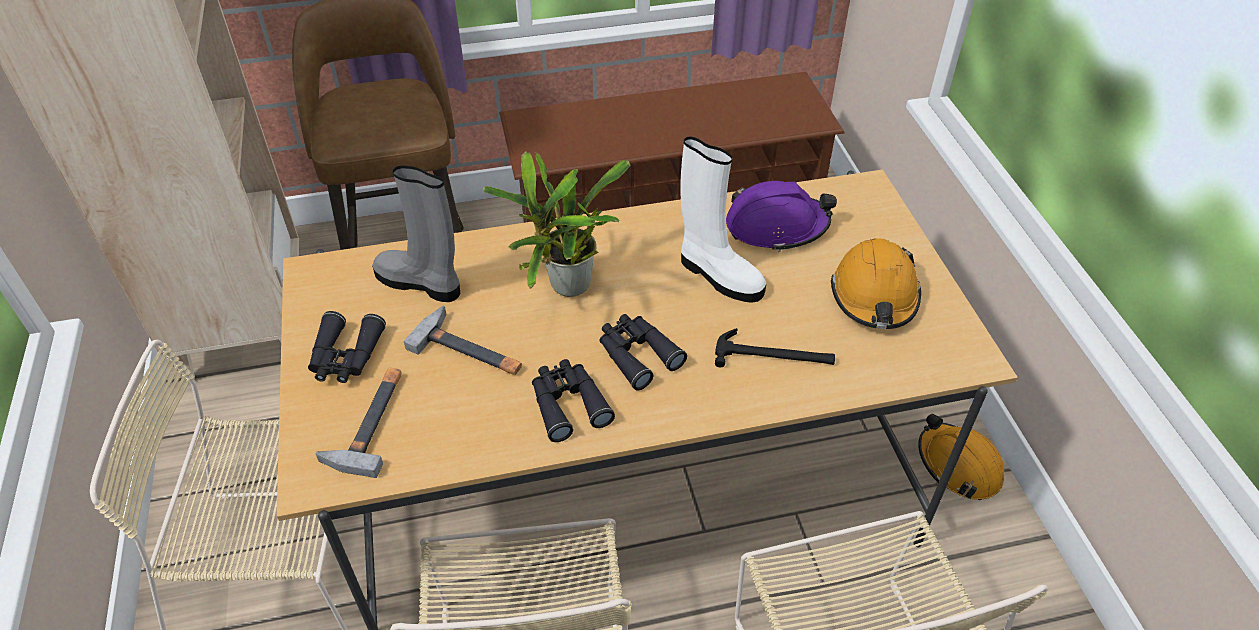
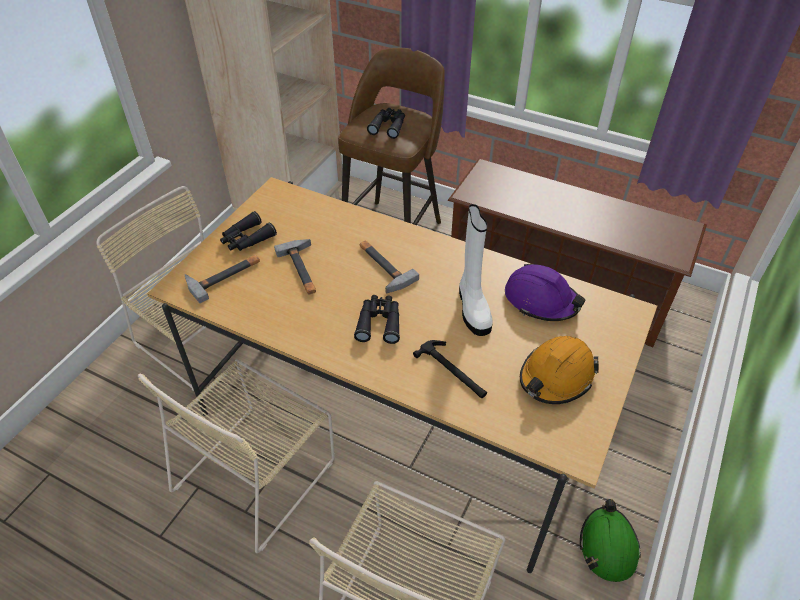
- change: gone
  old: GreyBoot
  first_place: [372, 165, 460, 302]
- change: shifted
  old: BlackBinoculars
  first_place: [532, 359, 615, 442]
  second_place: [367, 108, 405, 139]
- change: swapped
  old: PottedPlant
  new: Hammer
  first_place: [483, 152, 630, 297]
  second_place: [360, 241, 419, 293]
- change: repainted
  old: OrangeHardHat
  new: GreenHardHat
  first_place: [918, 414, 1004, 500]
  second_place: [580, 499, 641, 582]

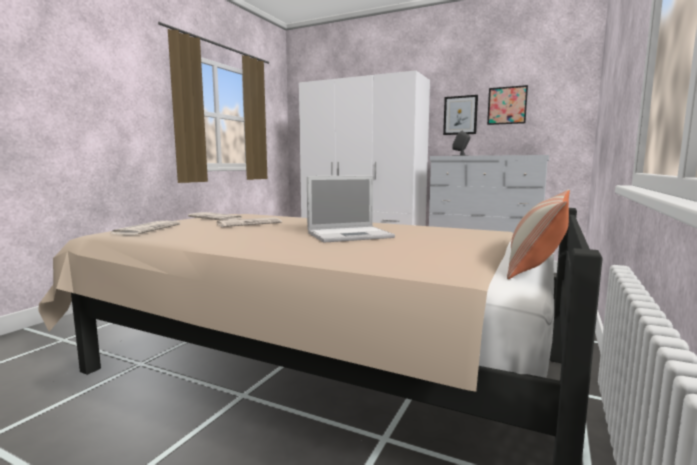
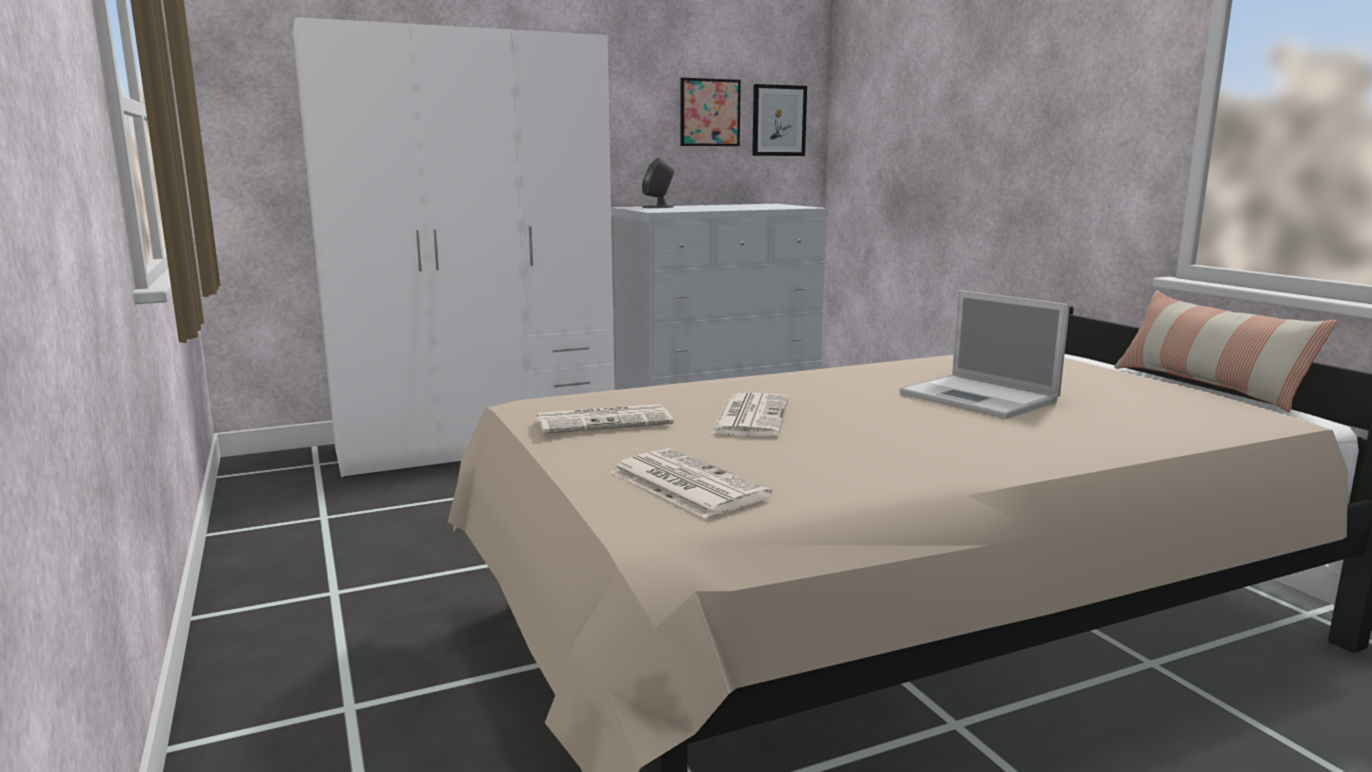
- change: shifted
  old: Picture
  first_place: [443, 95, 478, 135]
  second_place: [752, 84, 807, 156]
- change: rotated
  old: Laptop
  first_place: [307, 175, 395, 243]
  second_place: [900, 290, 1070, 419]
  degrees: 120

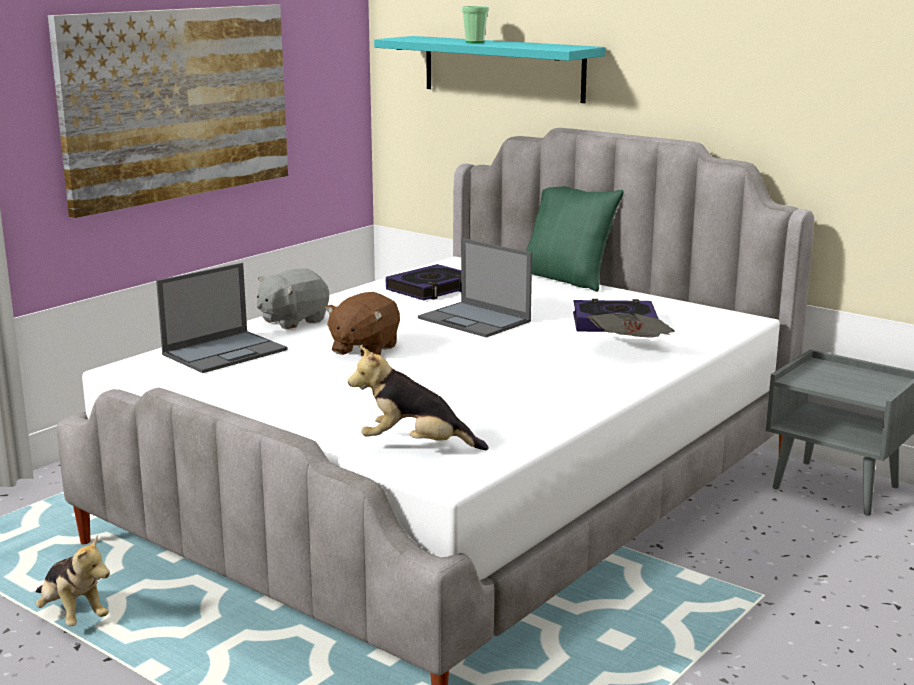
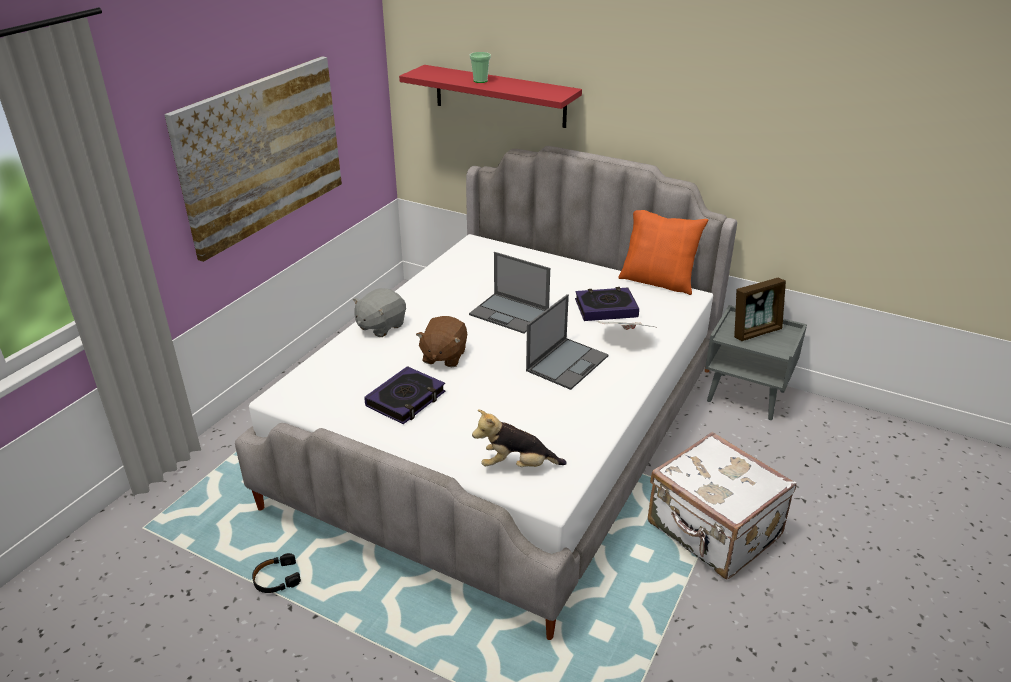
- change: gone
  old: GreenPillow
  first_place: [526, 186, 624, 291]
- change: new
  new: OrangePillow
  second_place: [618, 210, 708, 295]
- change: new
  new: WhiteSuitcase
  second_place: [648, 432, 796, 580]
- change: new
  new: PictureFrame
  second_place: [734, 278, 786, 341]
- change: shifted
  old: Laptop
  first_place: [156, 263, 287, 373]
  second_place: [526, 294, 609, 390]
- change: shifted
  old: Book
  first_place: [386, 264, 461, 300]
  second_place: [365, 366, 445, 424]
- change: swapped
  old: PlushToy
  new: BlackHeadphones
  first_place: [35, 535, 110, 626]
  second_place: [252, 553, 301, 593]
- change: repainted
  old: TurquoiseShelf
  new: RedShelf
  first_place: [374, 36, 605, 103]
  second_place: [399, 65, 582, 128]

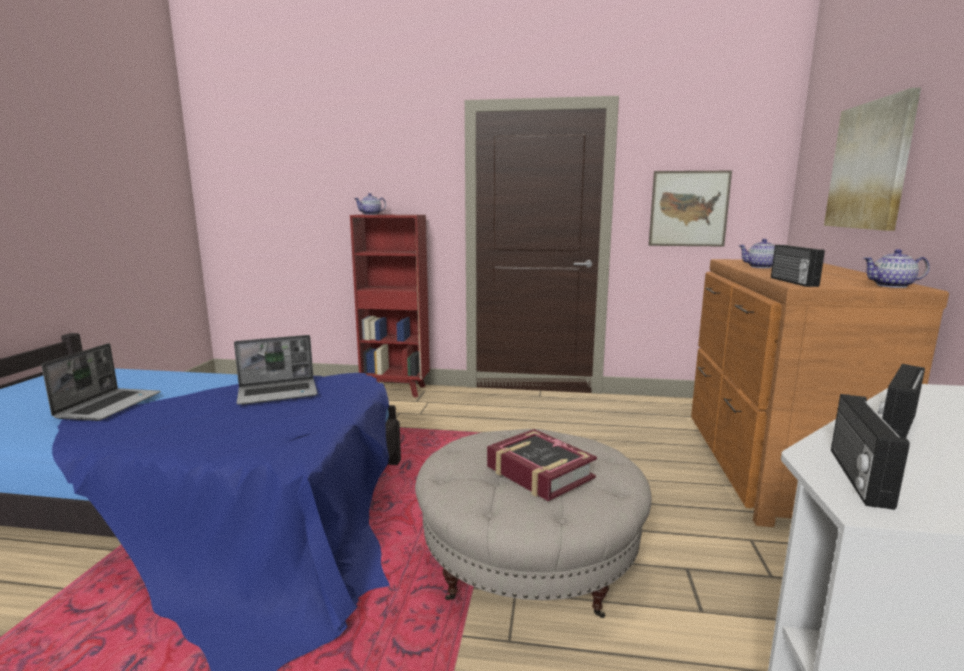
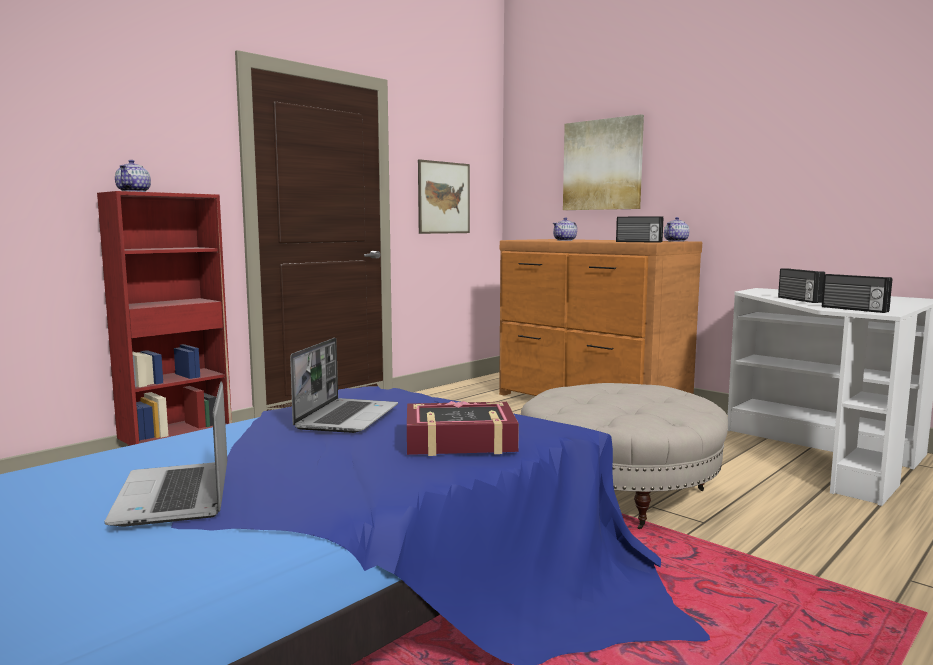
- change: shifted
  old: Book
  first_place: [487, 429, 597, 501]
  second_place: [407, 401, 519, 456]
- change: rotated
  old: Laptop
  first_place: [42, 343, 161, 421]
  second_place: [105, 381, 227, 527]
  degrees: -150

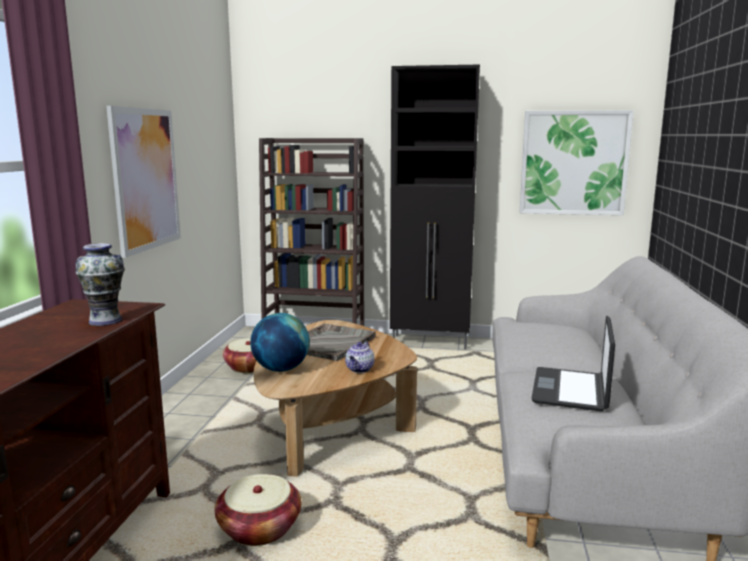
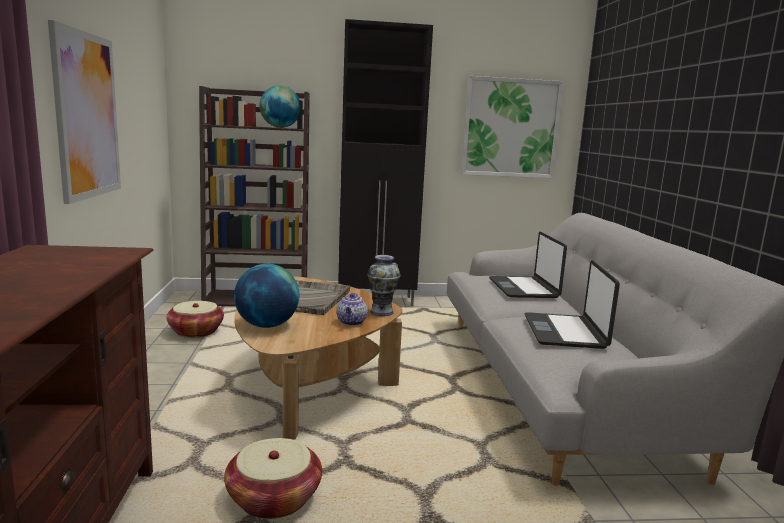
- change: new
  new: Globe
  second_place: [260, 86, 300, 128]
- change: new
  new: Laptop
  second_place: [489, 232, 567, 298]
- change: shifted
  old: Vase
  first_place: [76, 243, 125, 326]
  second_place: [367, 255, 401, 316]

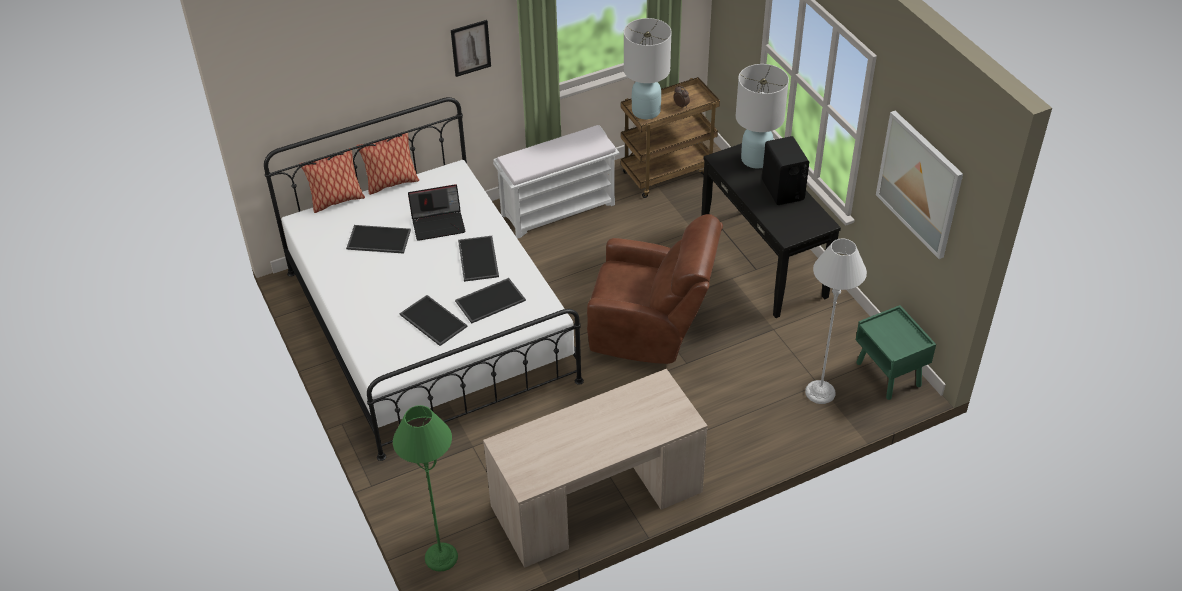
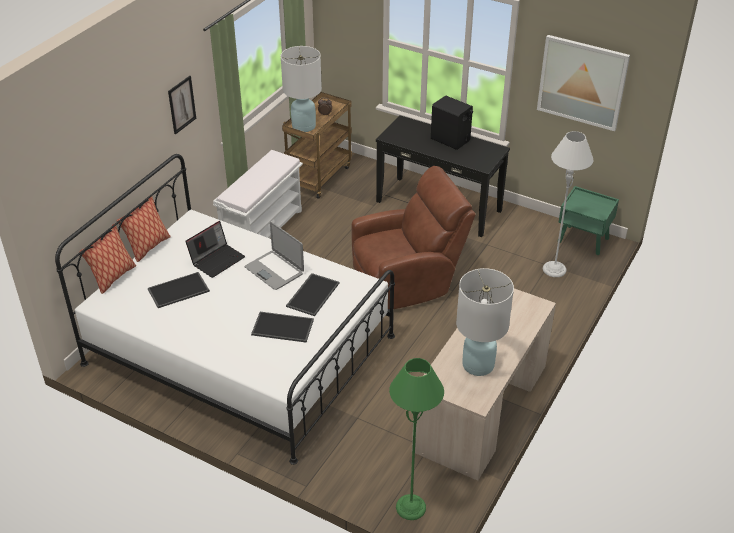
- change: shifted
  old: WhiteTableLamp
  first_place: [735, 64, 789, 168]
  second_place: [456, 268, 514, 376]
- change: swapped
  old: Tray
  new: Laptop
  first_place: [458, 236, 499, 282]
  second_place: [245, 222, 304, 290]

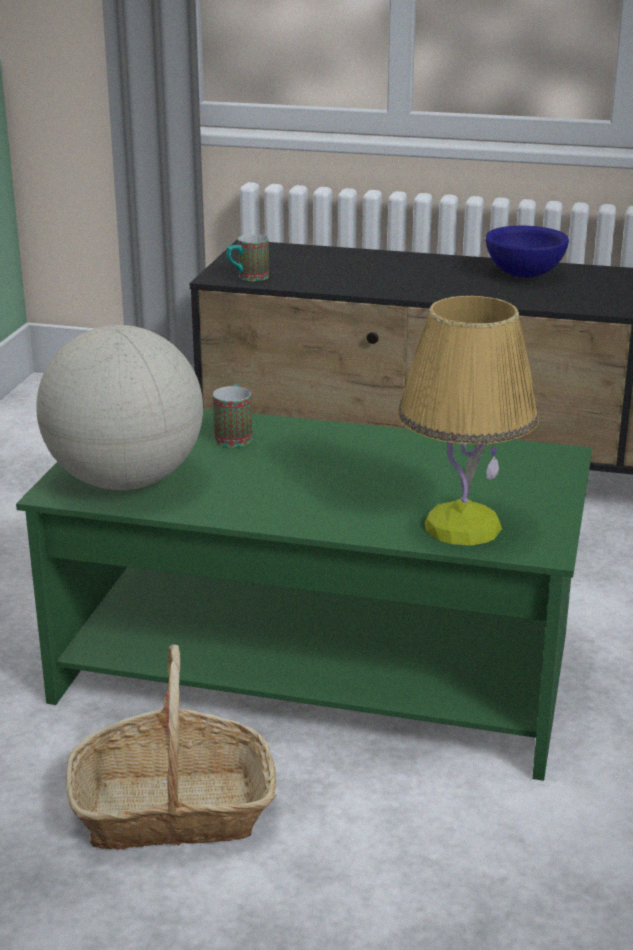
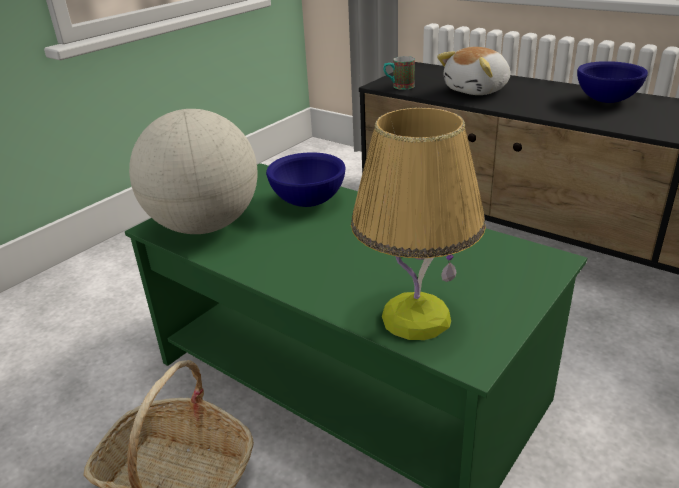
- change: new
  new: PlushToy
  second_place: [437, 47, 510, 95]
- change: swapped
  old: Mug
  new: BlueBowl
  first_place: [213, 385, 252, 447]
  second_place: [266, 152, 346, 207]

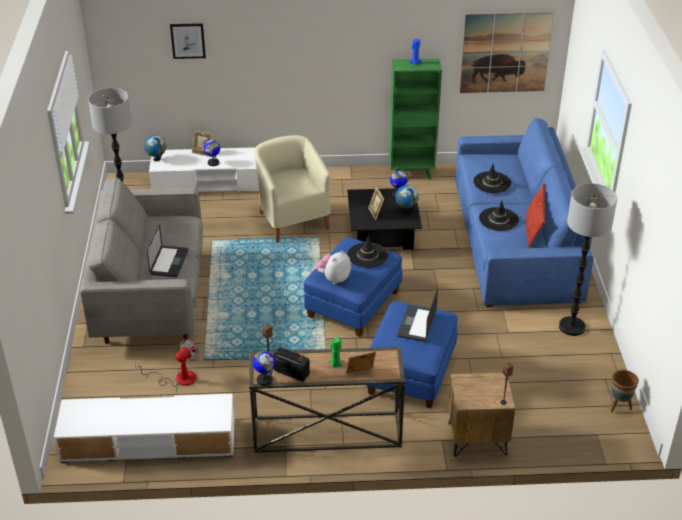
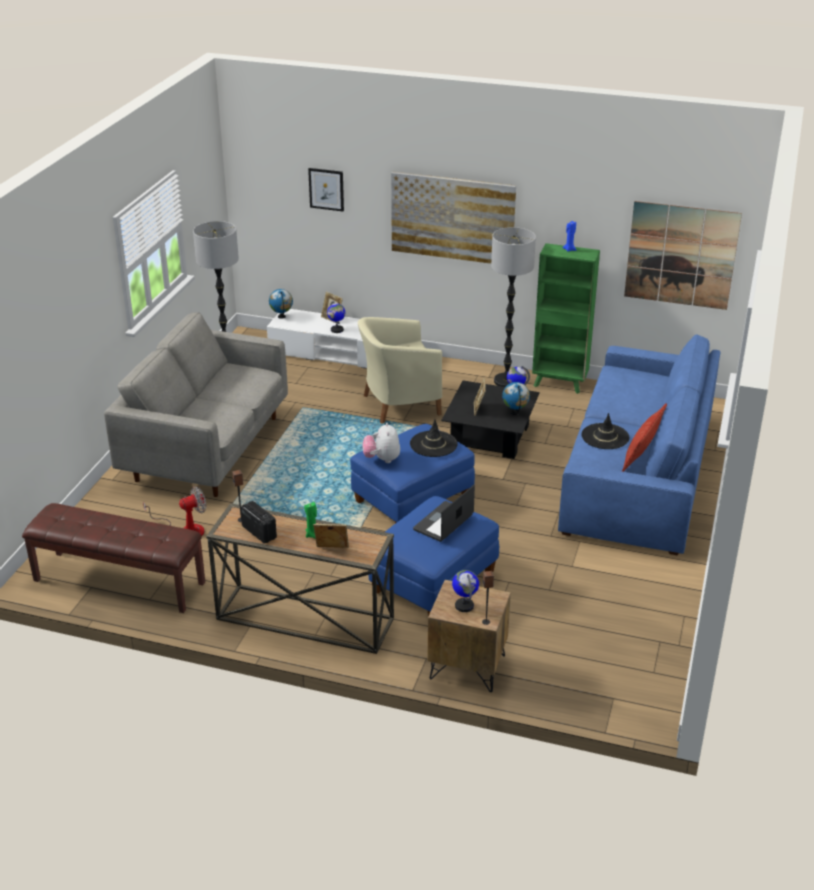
- change: gone
  old: Laptop
  first_place: [147, 224, 188, 277]
- change: gone
  old: BlackHat
  first_place: [473, 164, 511, 193]
- change: gone
  old: BrownPlanter
  first_place: [611, 370, 639, 412]
- change: new
  new: Picture
  second_place: [391, 172, 516, 264]
- change: shifted
  old: Globe
  first_place: [253, 351, 275, 386]
  second_place: [452, 570, 479, 612]
- change: shifted
  old: FloorLamp
  first_place: [559, 183, 617, 336]
  second_place: [491, 227, 536, 387]
- change: swapped
  old: WhiteTvStand
  new: BrownBench
  first_place: [54, 394, 234, 463]
  second_place: [22, 503, 205, 613]
- change: rotated
  old: BeigeArmchair
  first_place: [254, 135, 331, 243]
  second_place: [358, 317, 442, 424]
  degrees: -105
- change: rotated
  old: PlushToy
  first_place: [316, 251, 351, 284]
  second_place: [363, 423, 400, 463]
  degrees: -60

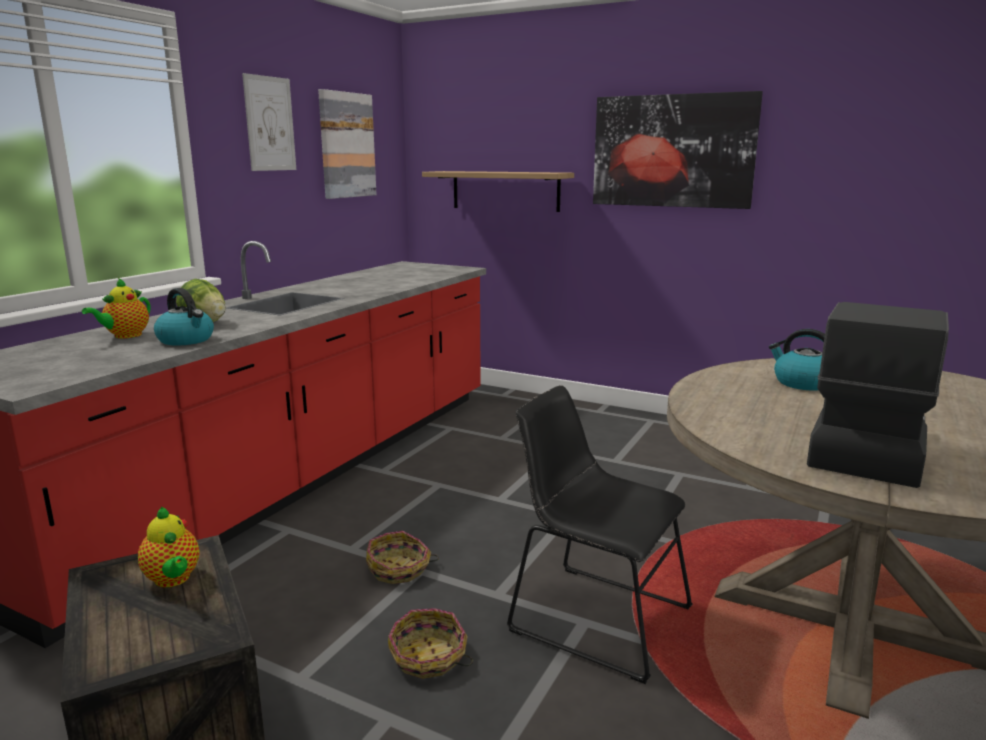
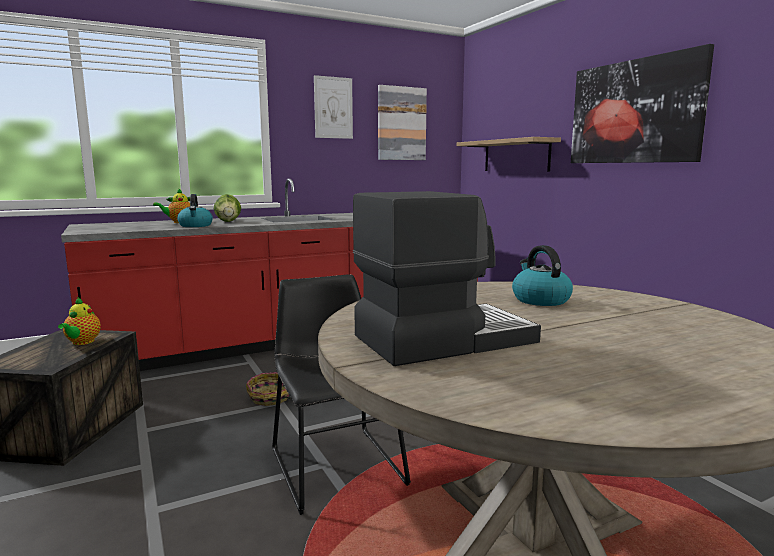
- change: gone
  old: Basket
  first_place: [388, 608, 473, 679]

